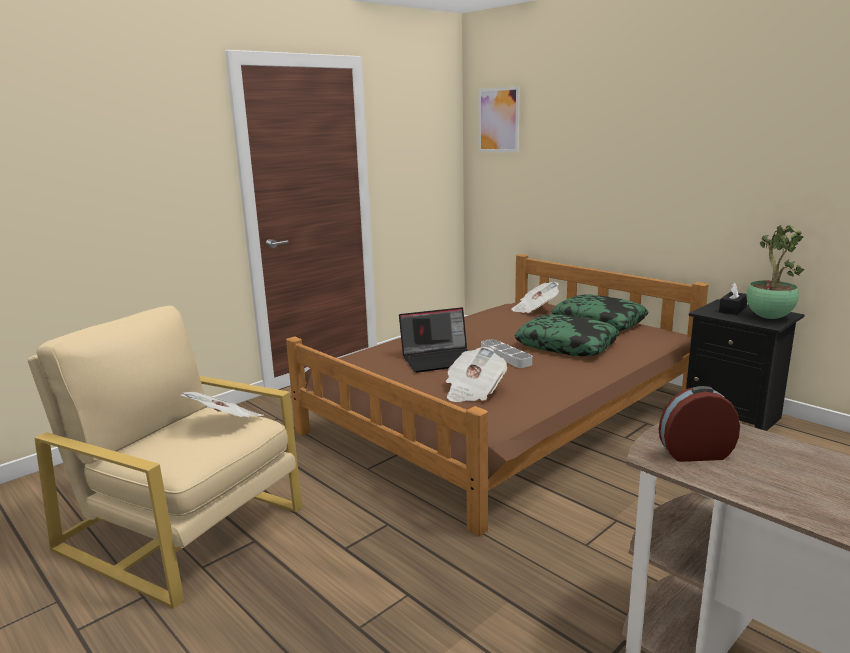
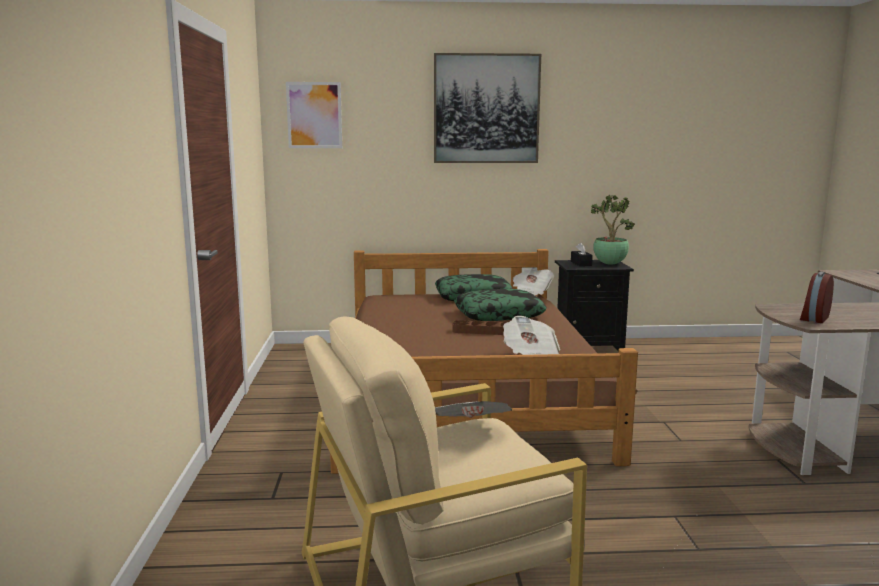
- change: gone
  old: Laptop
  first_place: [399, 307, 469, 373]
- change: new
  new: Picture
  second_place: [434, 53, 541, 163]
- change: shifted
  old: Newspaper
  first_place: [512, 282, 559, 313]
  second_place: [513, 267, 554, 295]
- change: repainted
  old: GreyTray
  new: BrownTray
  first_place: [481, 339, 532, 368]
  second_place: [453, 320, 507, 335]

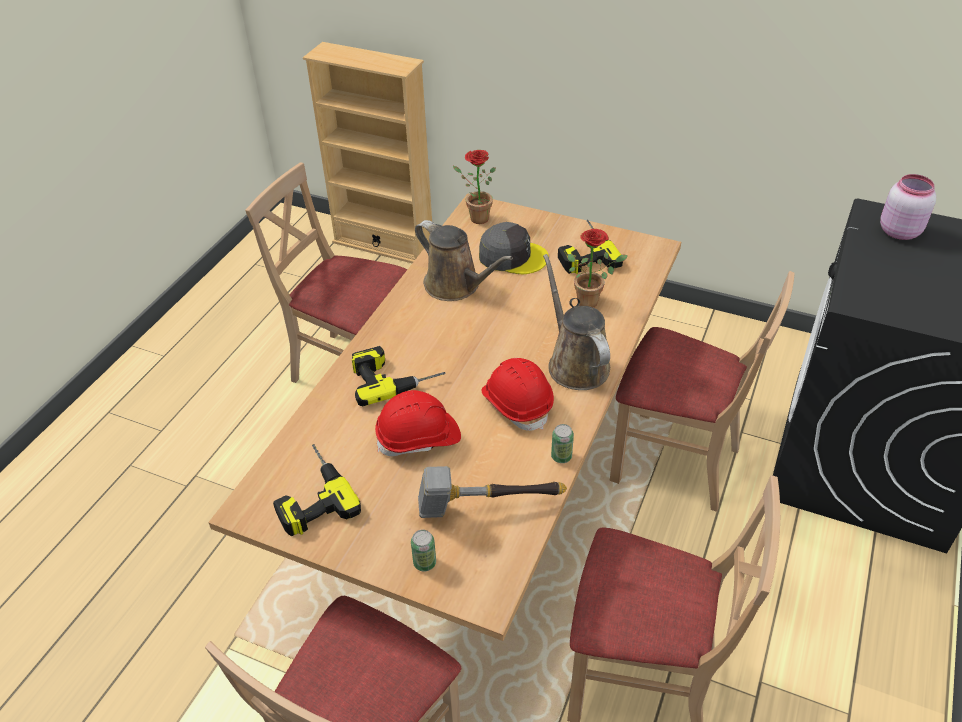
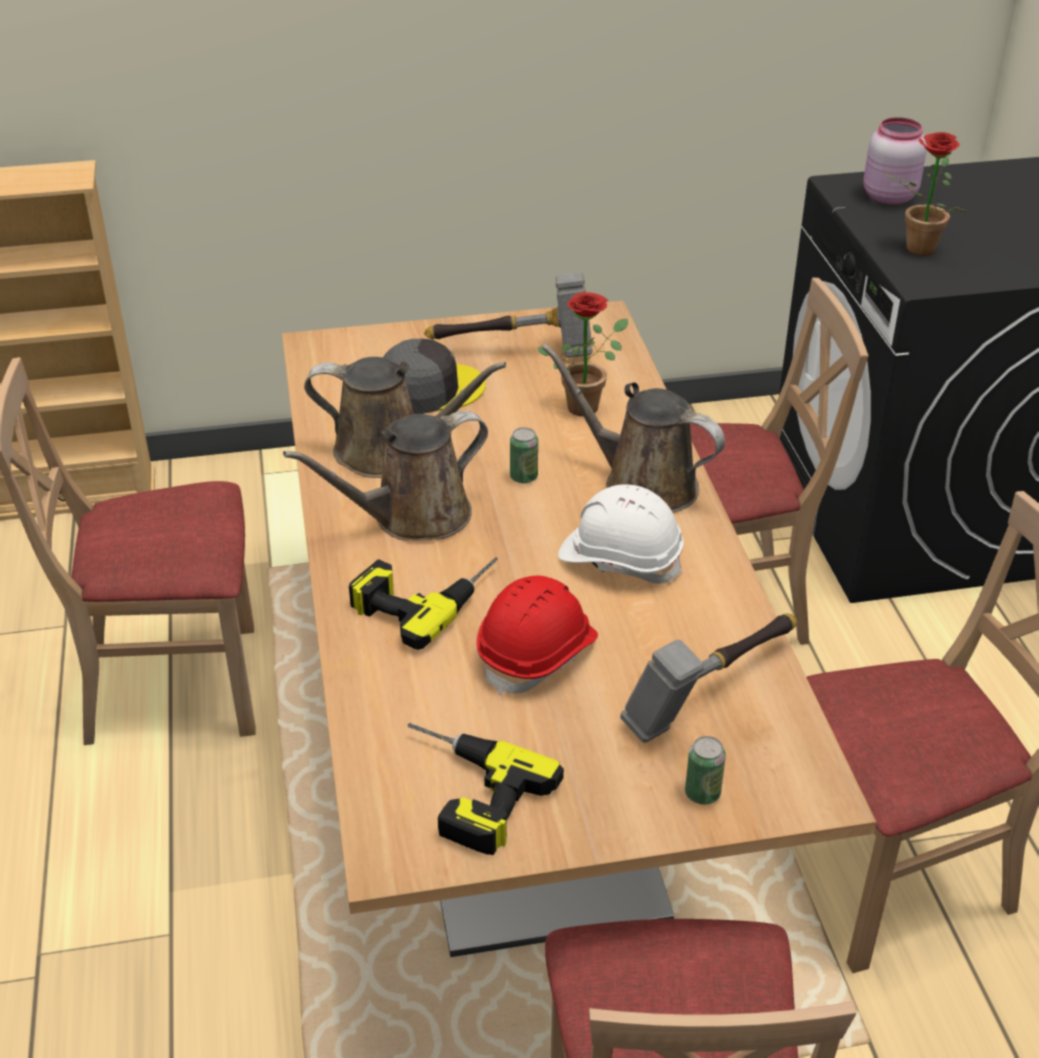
- change: new
  new: BrownWateringCan
  second_place: [283, 411, 488, 541]
- change: shifted
  old: PottedPlant
  first_place: [453, 150, 496, 224]
  second_place: [884, 132, 968, 256]
- change: shifted
  old: Can
  first_place: [551, 424, 574, 463]
  second_place: [510, 427, 538, 483]
- change: swapped
  old: PowerDrill
  new: Hammer
  first_place: [558, 220, 623, 274]
  second_place: [424, 272, 593, 358]
- change: repainted
  old: RedHardHat
  new: WhiteHardHat
  first_place: [481, 358, 554, 431]
  second_place: [558, 484, 684, 584]

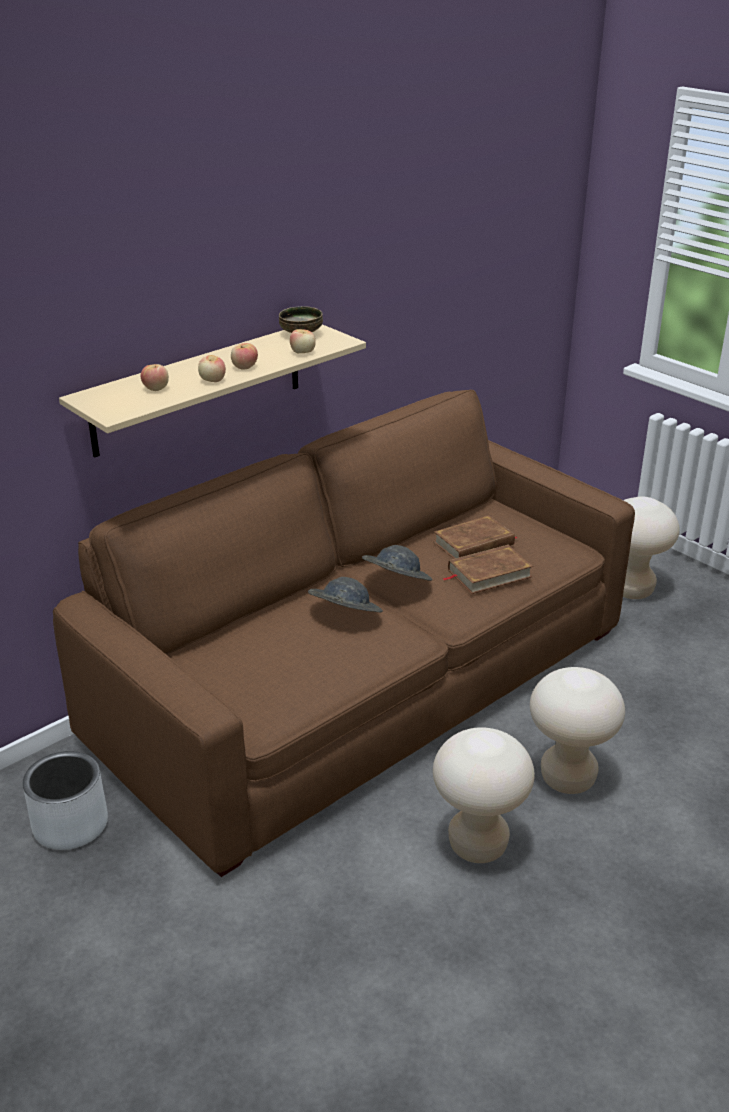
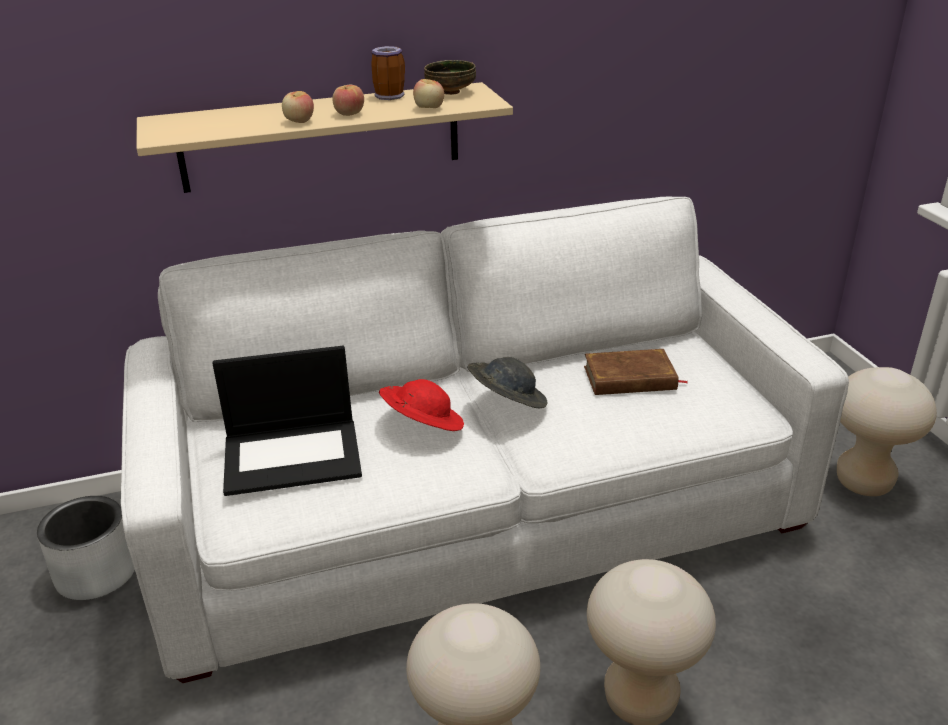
- change: gone
  old: Apple
  first_place: [141, 364, 169, 391]
- change: gone
  old: BrownBook
  first_place: [442, 545, 533, 594]
- change: new
  new: Laptop
  second_place: [213, 346, 362, 496]
- change: new
  new: Mug
  second_place: [371, 46, 405, 100]
- change: repainted
  old: BrownSofa
  new: WhiteSofa
  first_place: [53, 390, 635, 877]
  second_place: [121, 197, 849, 683]
- change: repainted
  old: GreyHat
  new: RedHat
  first_place: [308, 577, 383, 612]
  second_place: [379, 379, 464, 431]

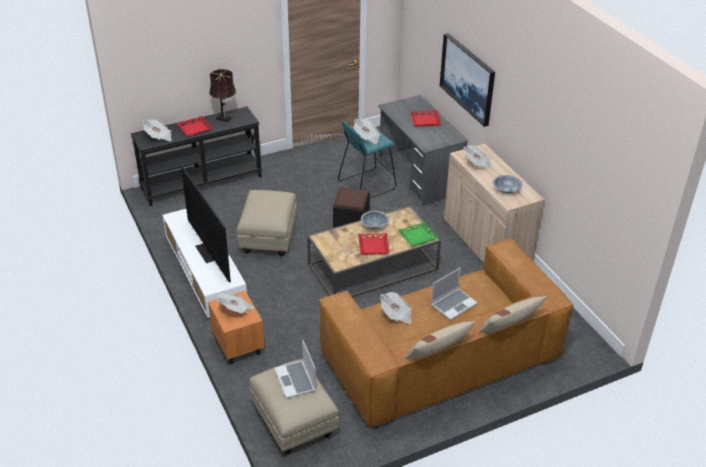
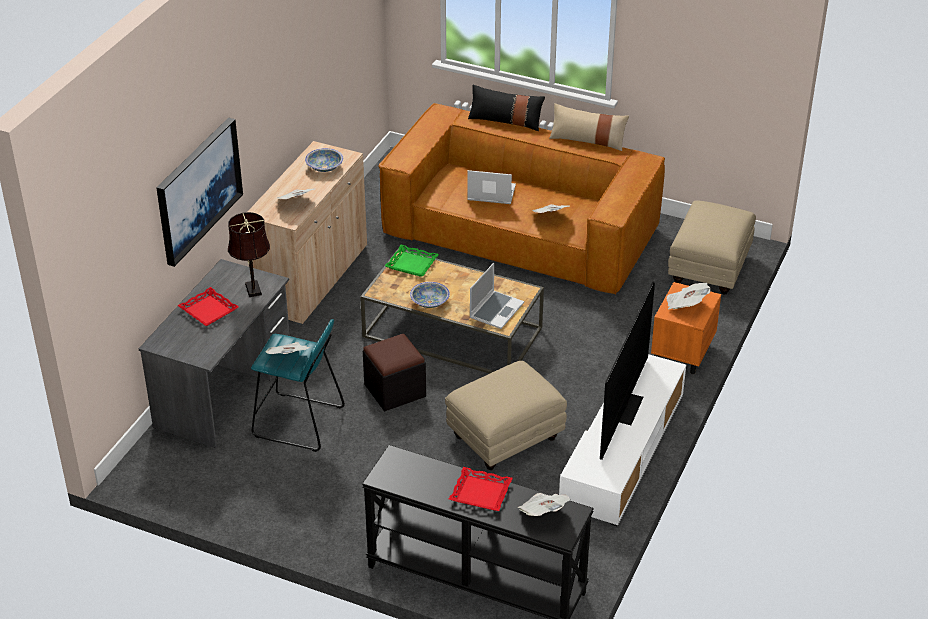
- change: gone
  old: RedTray
  first_place: [358, 233, 390, 255]
- change: shifted
  old: BrownTableLamp
  first_place: [209, 69, 236, 122]
  second_place: [228, 212, 270, 297]
- change: shifted
  old: Laptop
  first_place: [274, 339, 316, 399]
  second_place: [470, 263, 524, 329]
- change: repainted
  old: BeigePillow
  new: BlackPillow
  first_place: [478, 296, 547, 333]
  second_place: [468, 85, 545, 131]

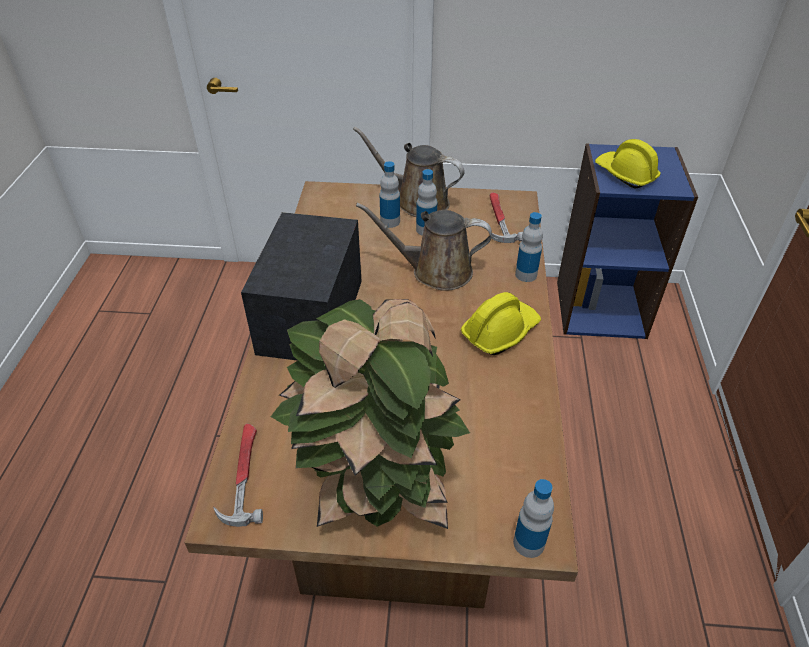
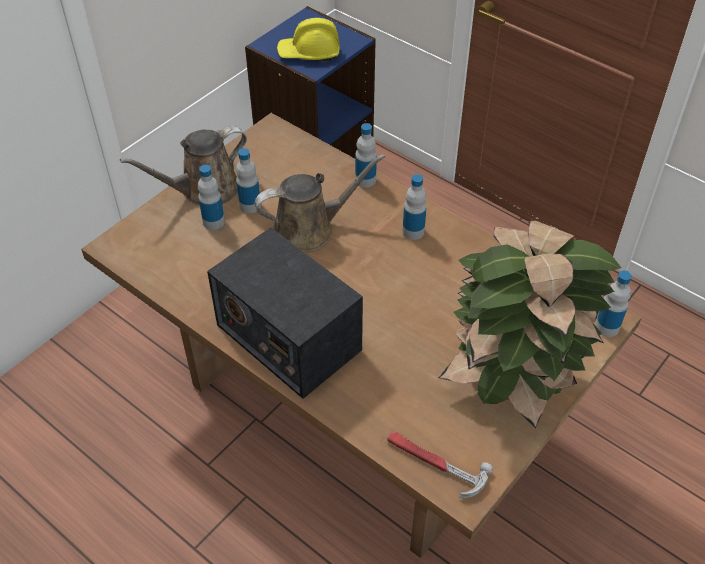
- change: gone
  old: Hammer
  first_place: [490, 192, 523, 243]
- change: swapped
  old: YellowHardHat
  new: Bottle
  first_place: [461, 292, 541, 355]
  second_place: [403, 174, 427, 240]
- change: rotated
  old: BrownWateringCan
  first_place: [356, 203, 492, 291]
  second_place: [255, 154, 385, 252]
  degrees: -150

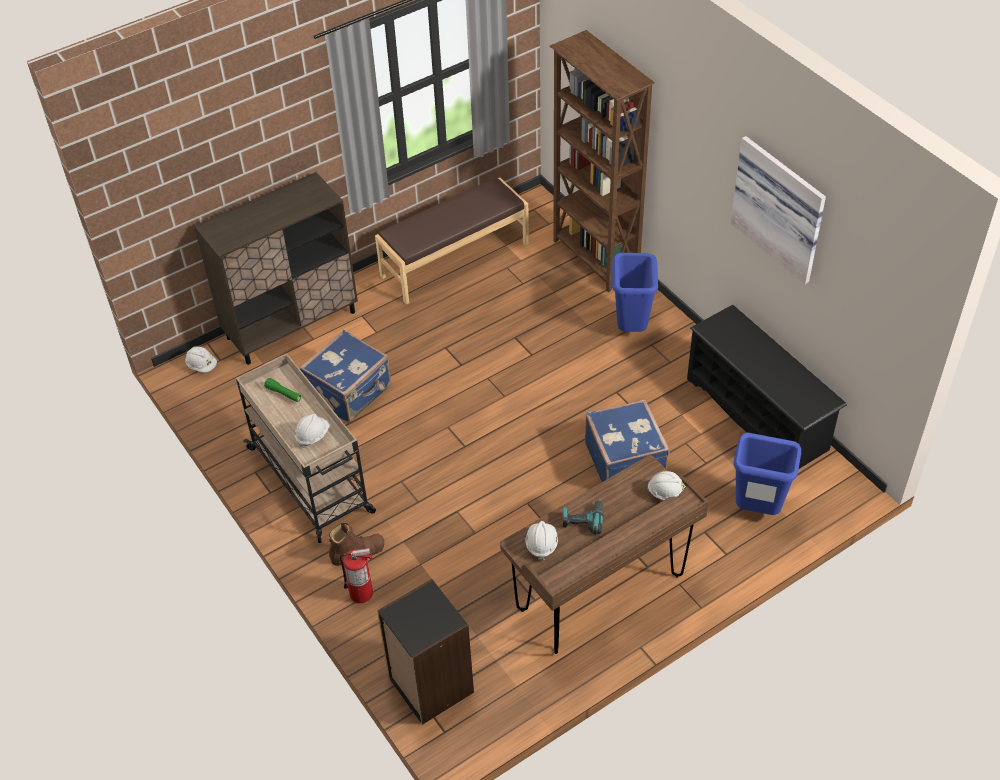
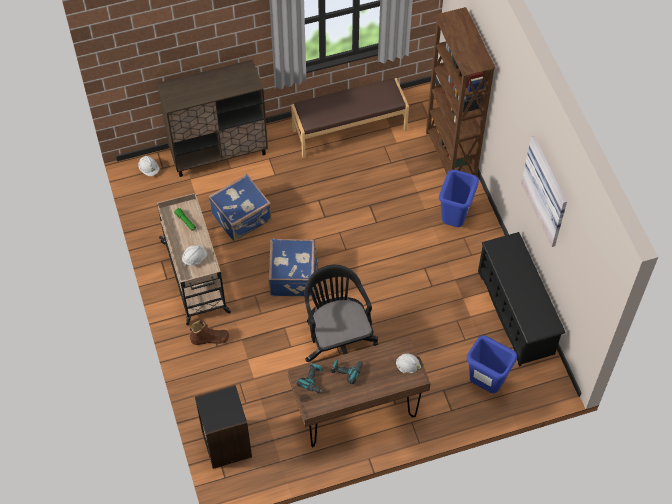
- change: gone
  old: FireExtinguisher
  first_place: [340, 548, 373, 603]
- change: new
  new: BlackOfficeChair
  second_place: [304, 265, 378, 362]
- change: shifted
  old: BlueSuitcase
  first_place: [585, 399, 670, 482]
  second_place: [269, 239, 319, 297]
- change: swapped
  old: WhiteHardHat
  new: PowerDrill
  first_place: [525, 521, 558, 560]
  second_place: [296, 363, 322, 393]

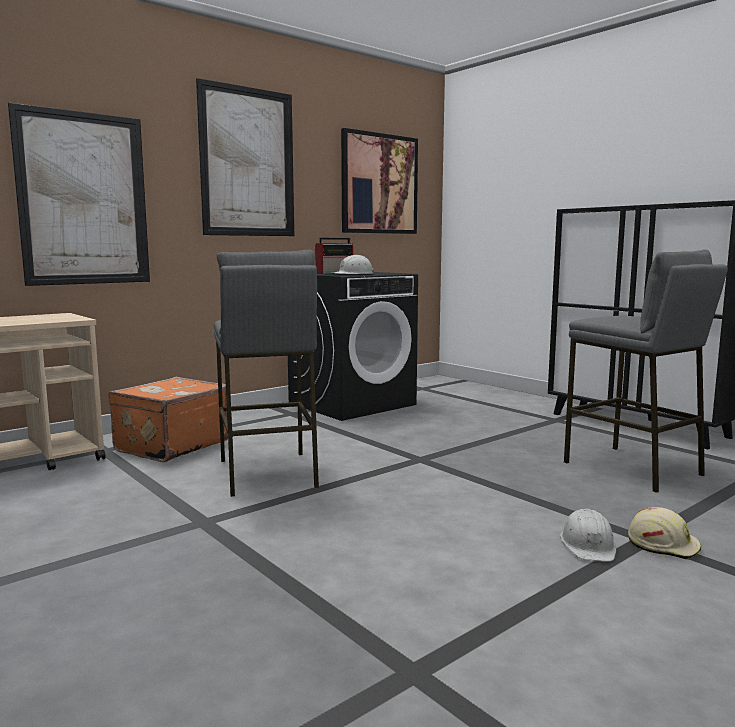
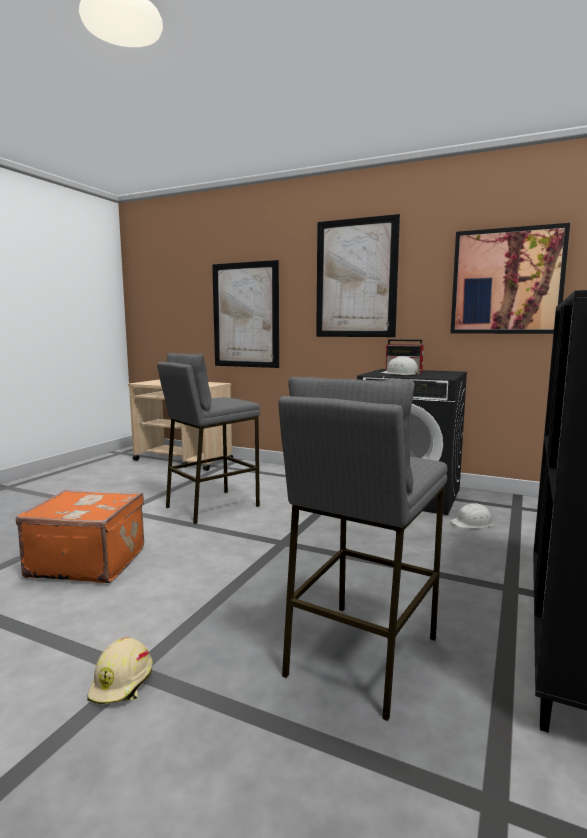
- change: shifted
  old: OrangeSuitcase
  first_place: [108, 377, 228, 462]
  second_place: [16, 490, 144, 583]
- change: shifted
  old: WhiteHardHat
  first_place: [560, 509, 616, 562]
  second_place: [450, 503, 493, 528]

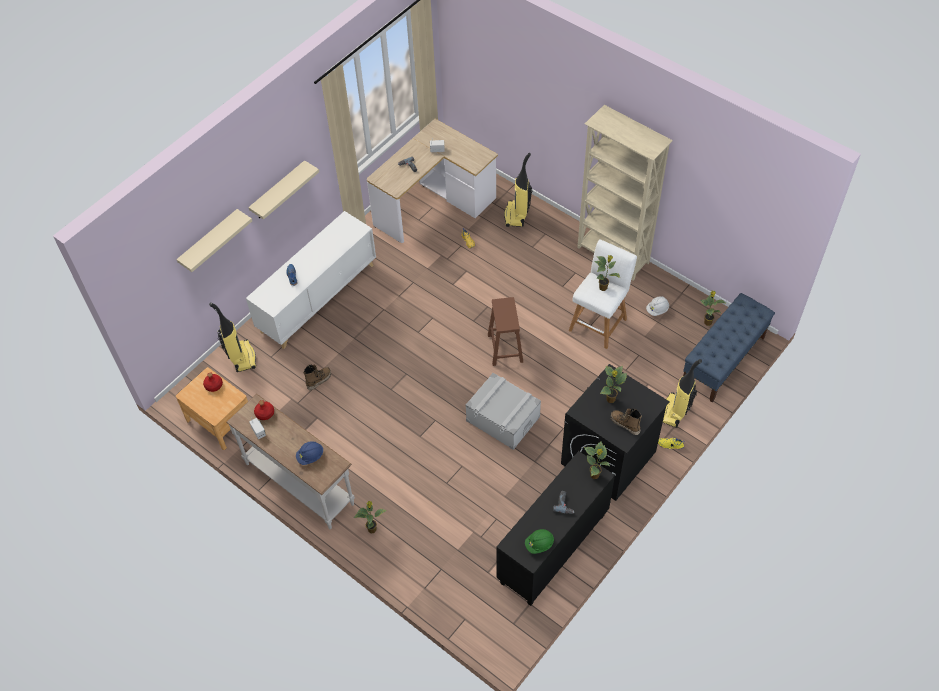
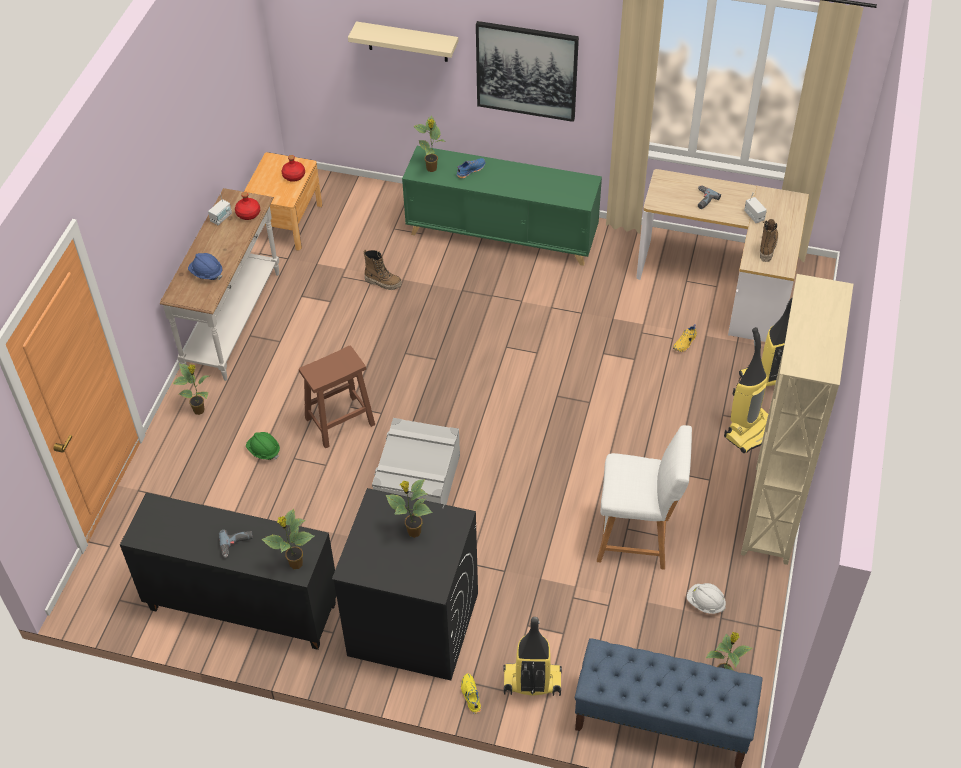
- change: shifted
  old: VacuumCleaner
  first_place: [209, 302, 256, 372]
  second_place: [724, 327, 768, 453]
- change: shifted
  old: BrownStool
  first_place: [488, 297, 523, 366]
  second_place: [299, 345, 375, 449]
- change: shifted
  old: GreenHardHat
  first_place: [525, 529, 554, 554]
  second_place: [246, 432, 280, 460]
- change: shifted
  old: PottedPlant
  first_place: [595, 255, 620, 291]
  second_place: [414, 115, 445, 172]
- change: shifted
  old: Boot
  first_place: [610, 408, 642, 435]
  second_place: [760, 219, 778, 262]
- change: swapped
  old: BeigeShelf
  new: Picture
  first_place: [248, 160, 319, 220]
  second_place: [476, 21, 579, 122]
- change: repainted
  old: WhiteCabinet
  new: GreenCabinet
  first_place: [246, 211, 376, 349]
  second_place: [402, 146, 602, 266]

